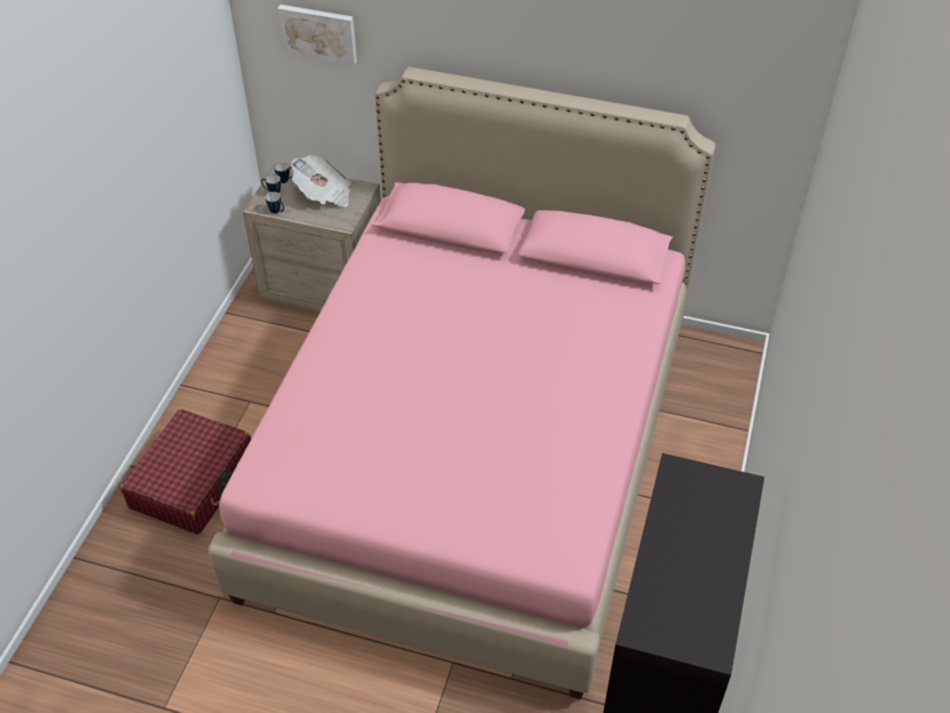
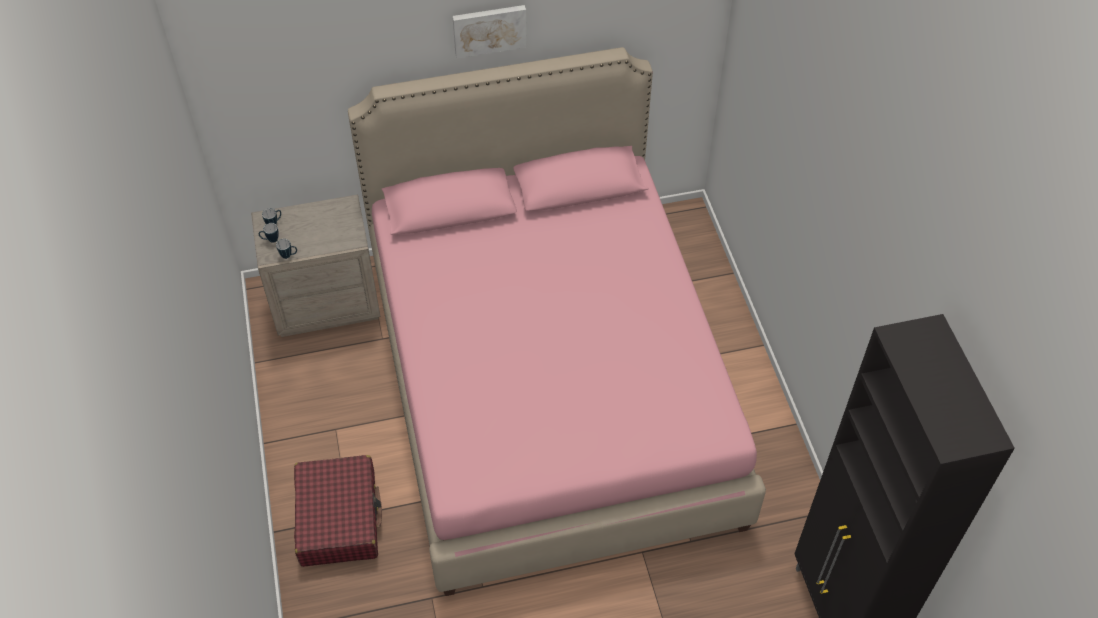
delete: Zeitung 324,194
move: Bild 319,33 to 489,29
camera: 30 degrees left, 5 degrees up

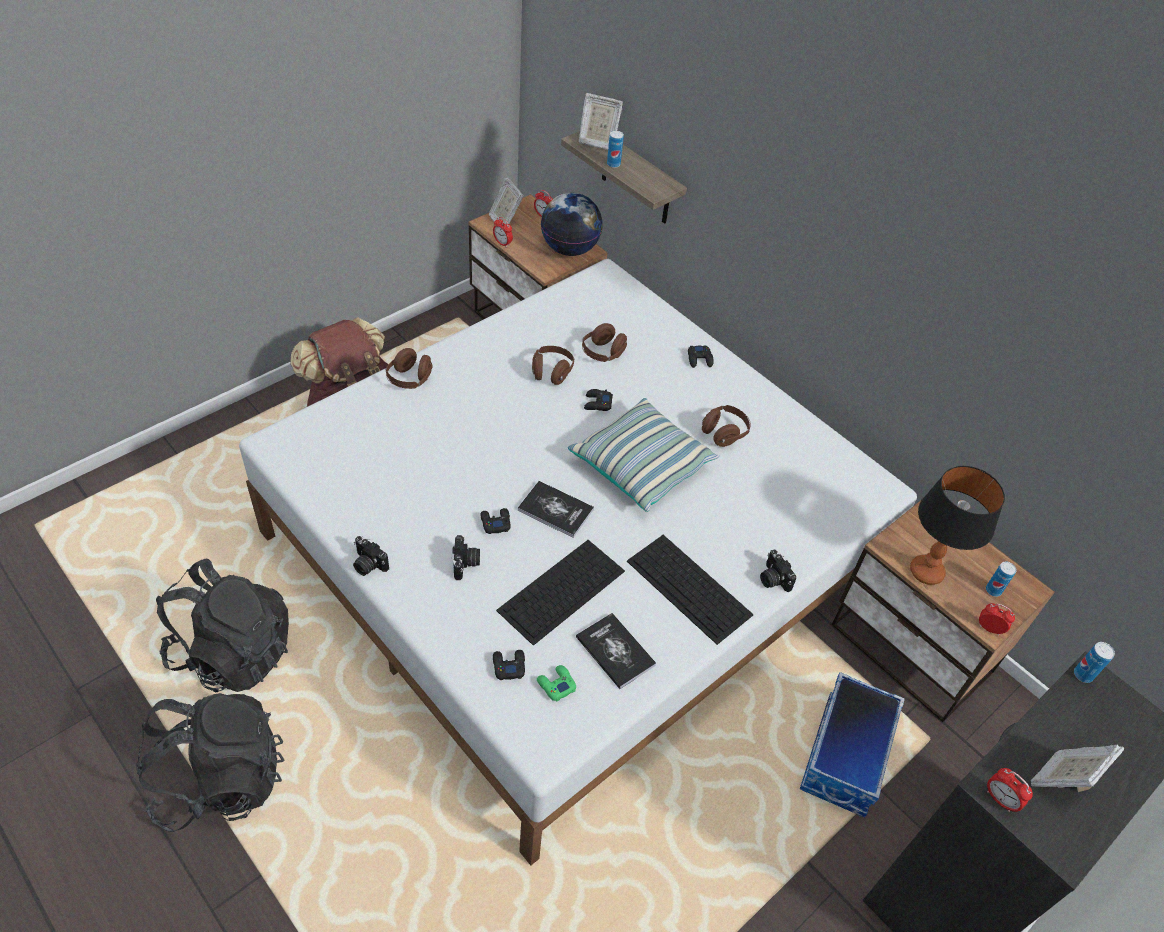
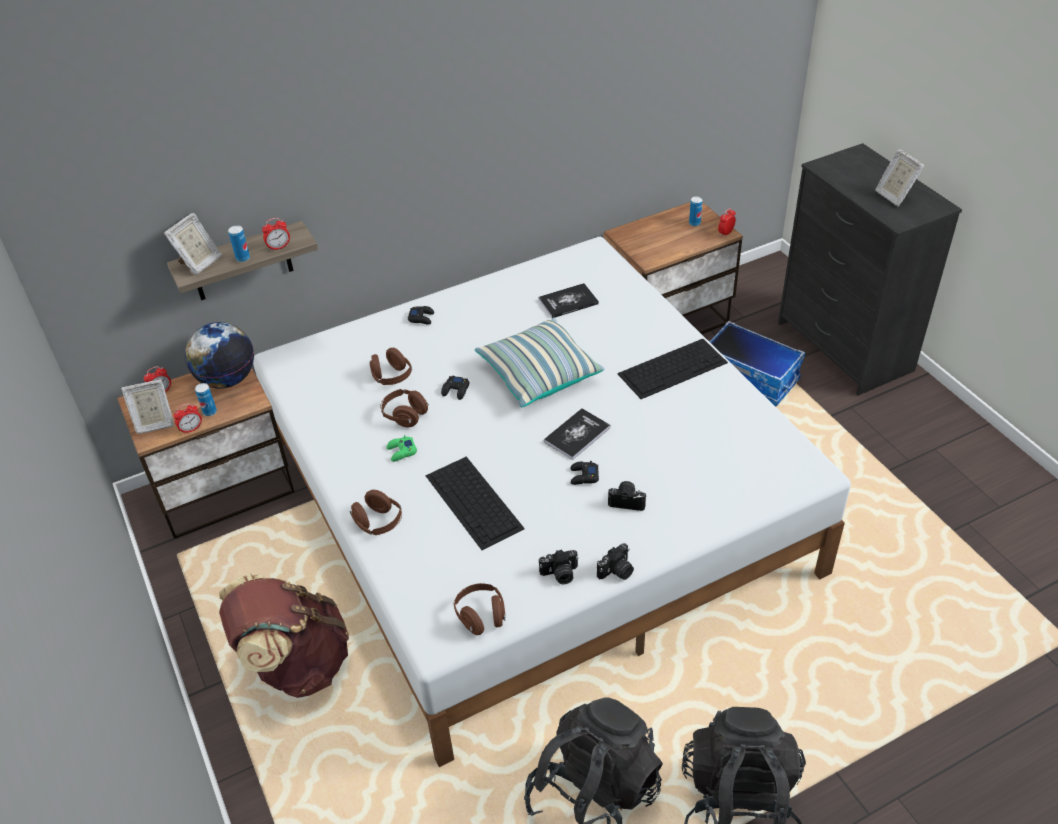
delete: Gamepad (schwarz) 508,666; Tischlampe 926,572
move: Dose 1083,675 to 210,412; Wecker 1000,799 to 279,247; Gamepad (grün) 556,685 to 401,452; Tastatur 561,591 to 474,502; Kopfhörer (braun) 724,433 to 481,616; Buch 615,651 to 568,302; Kamera 773,579 to 560,574
camera: 70 degrees left, 5 degrees down

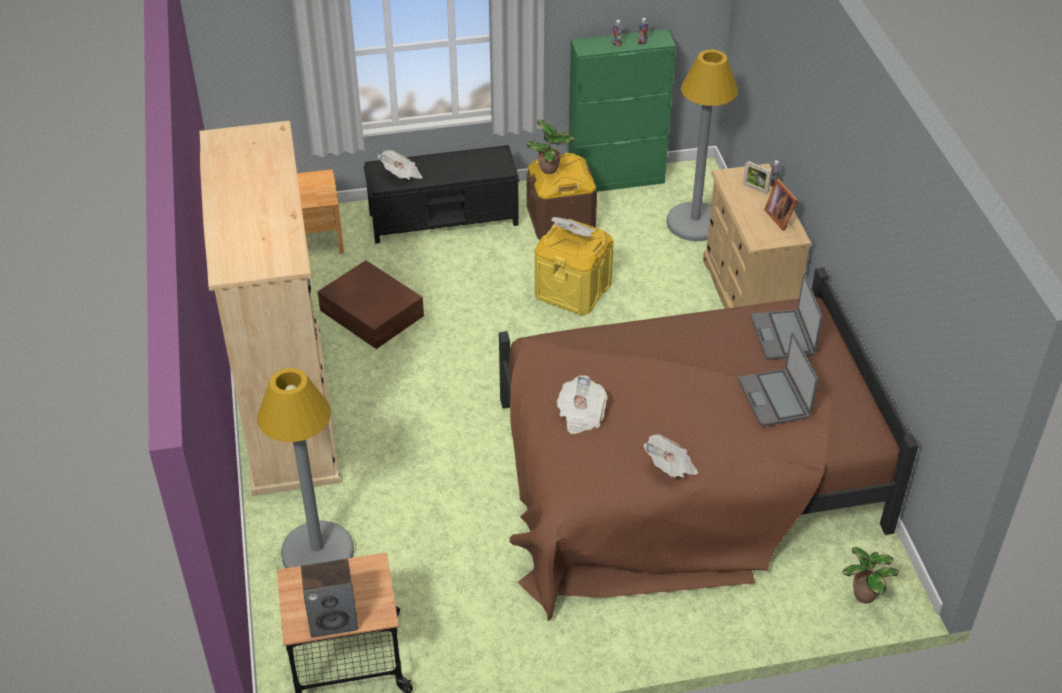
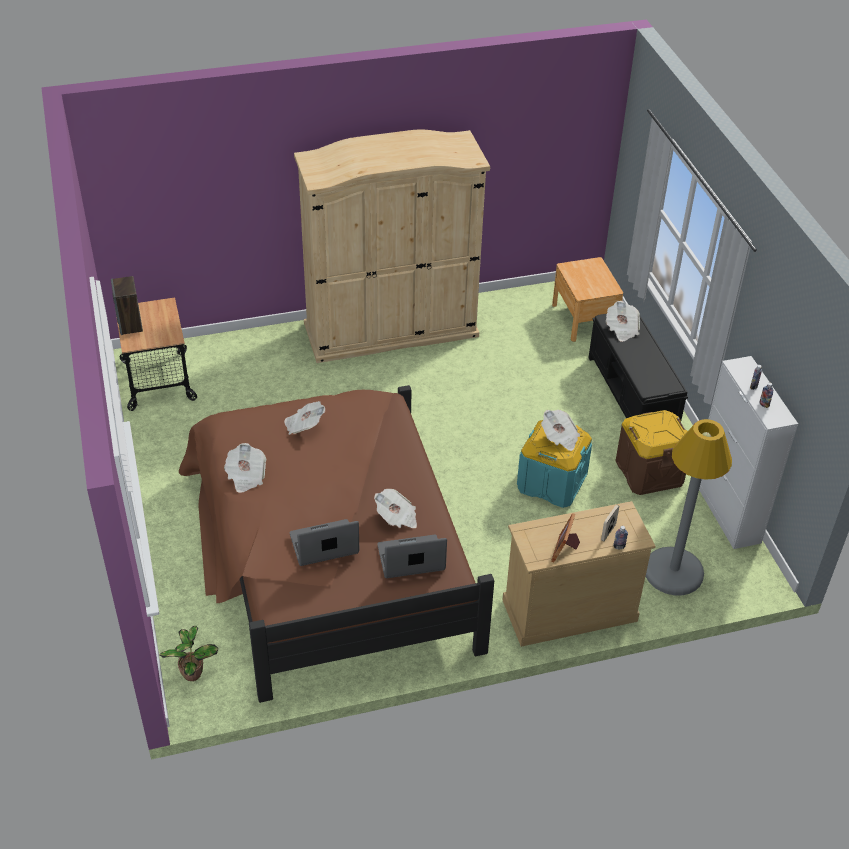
delete: Stehlampe (grau) 318,552; Aufbewahrungsbox (braun) 371,312; Topfpflanze 550,169
insert: Zeitung 397,518
recolor: Aufbewahrungsbox (gelb) 573,290 to Aufbewahrungsbox (türkis) 552,482; Schrank (grün) 616,180 to Schrank (weiß) 726,511
rotate: Bilderrahmen 780,217 = 565,549 45 degrees counterclockwise
camera: 85 degrees right, 0 degrees up

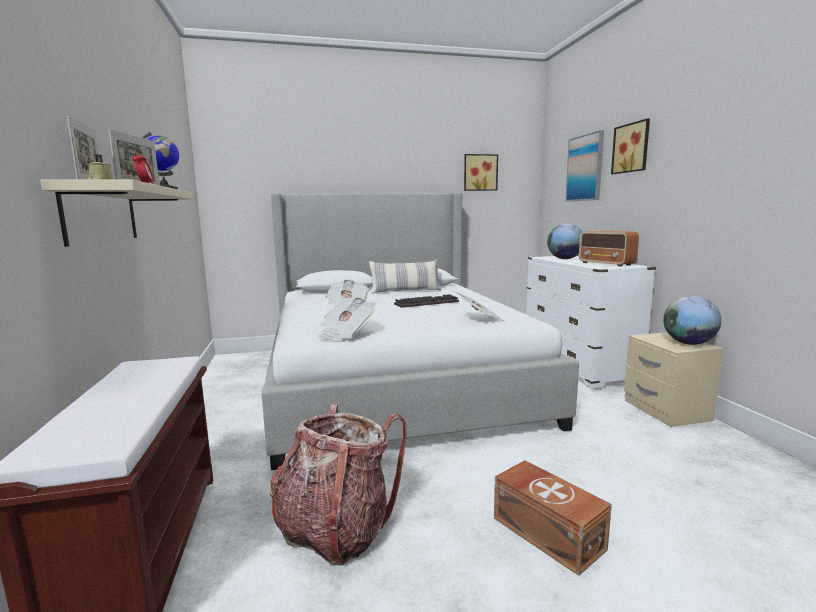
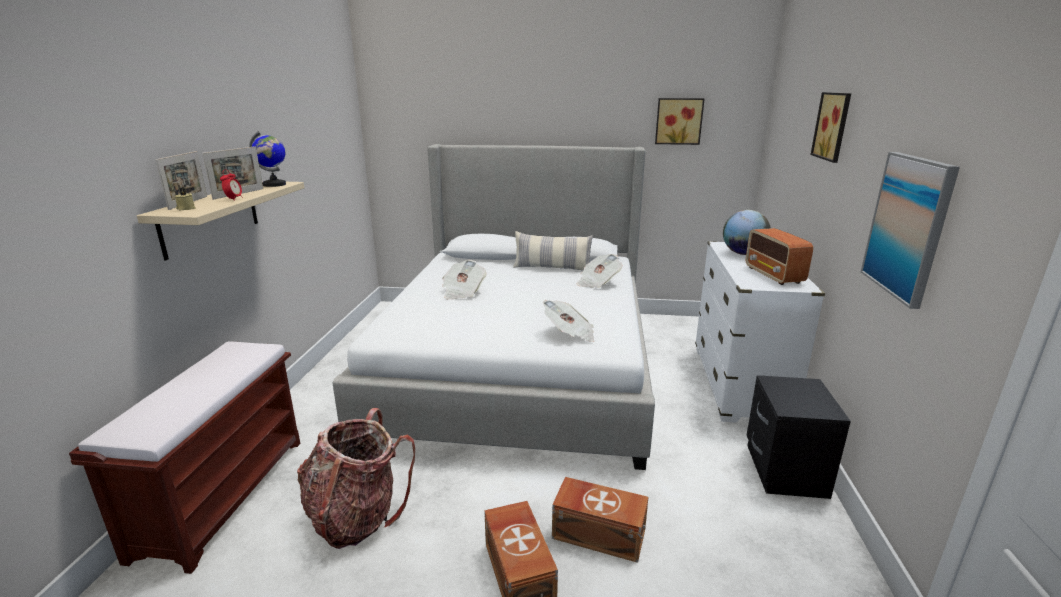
delete: Tastatur 427,303; Globus 688,343
insert: Aufbewahrungsbox (braun) 597,533
move: Zeitung 345,334 to 597,282; Bild 585,168 to 908,226
recolor: Nachttisch (beige) 665,410 to Nachttisch (schwarz) 783,470
camera: 20 degrees right, 10 degrees up

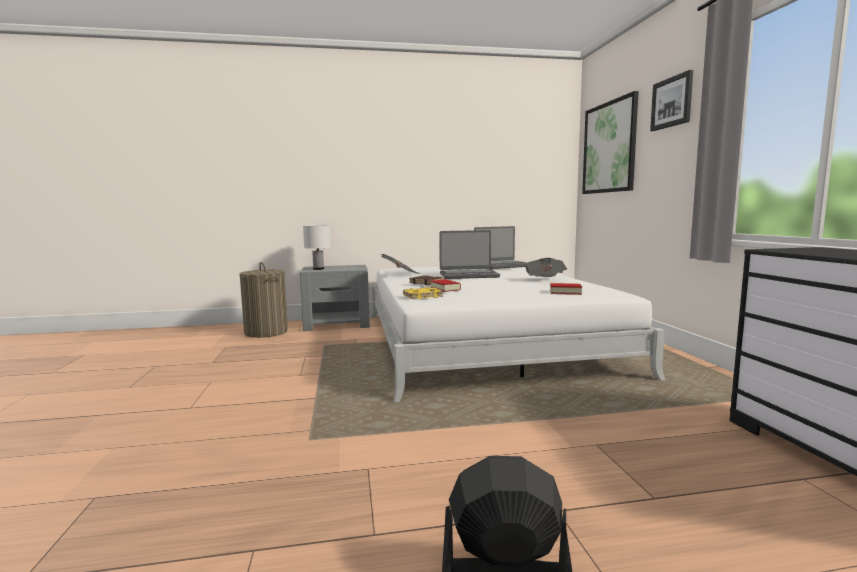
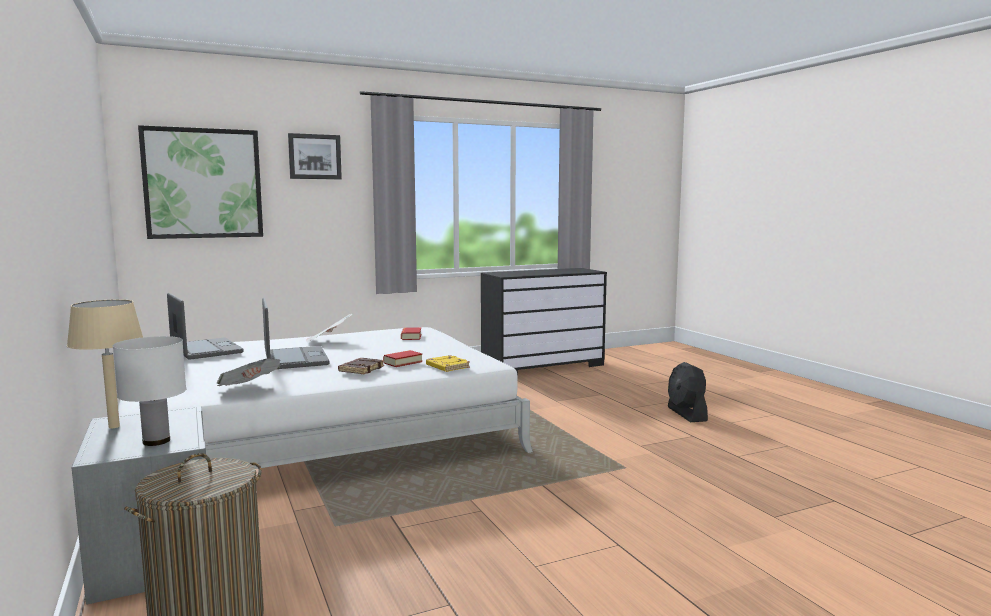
insert: Tischlampe (beige) 114,427
camera: 105 degrees left, 0 degrees up

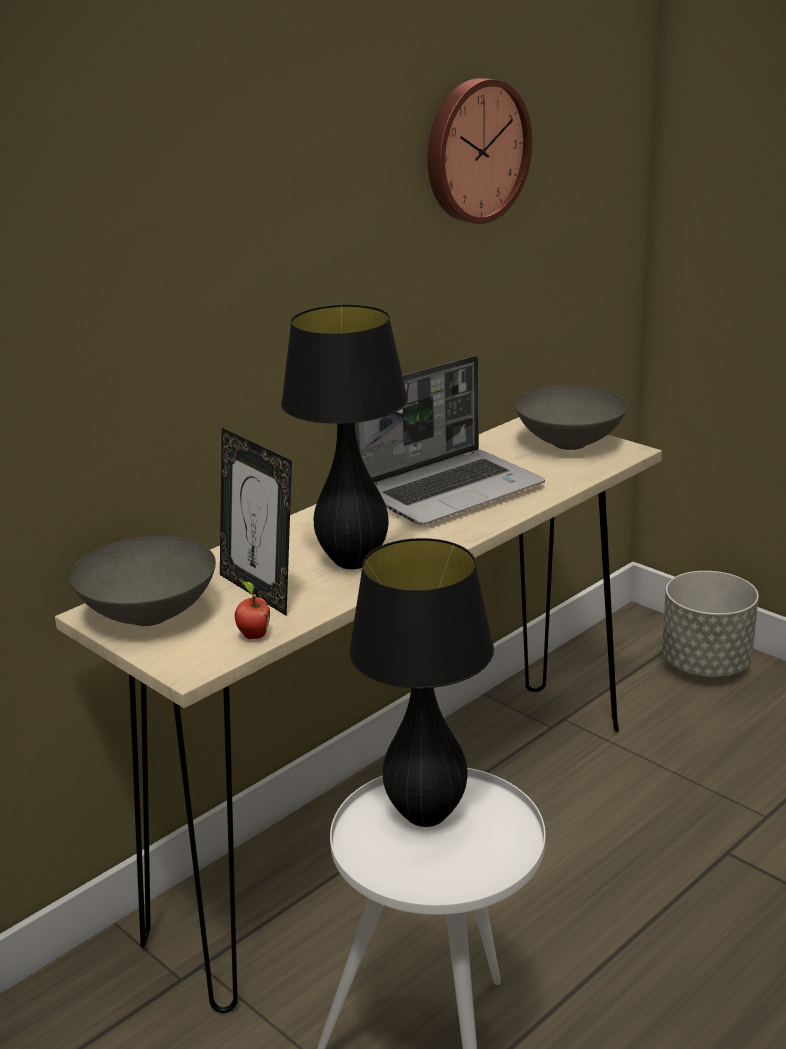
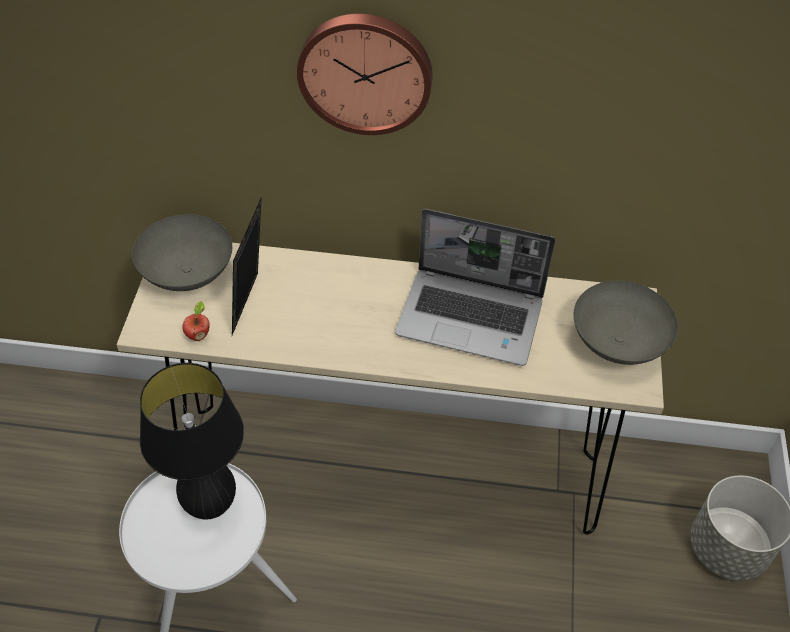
delete: Tischlampe (schwarz) 353,562
move: Wanduhr 474,151 to 366,72
camera: 50 degrees right, 25 degrees up

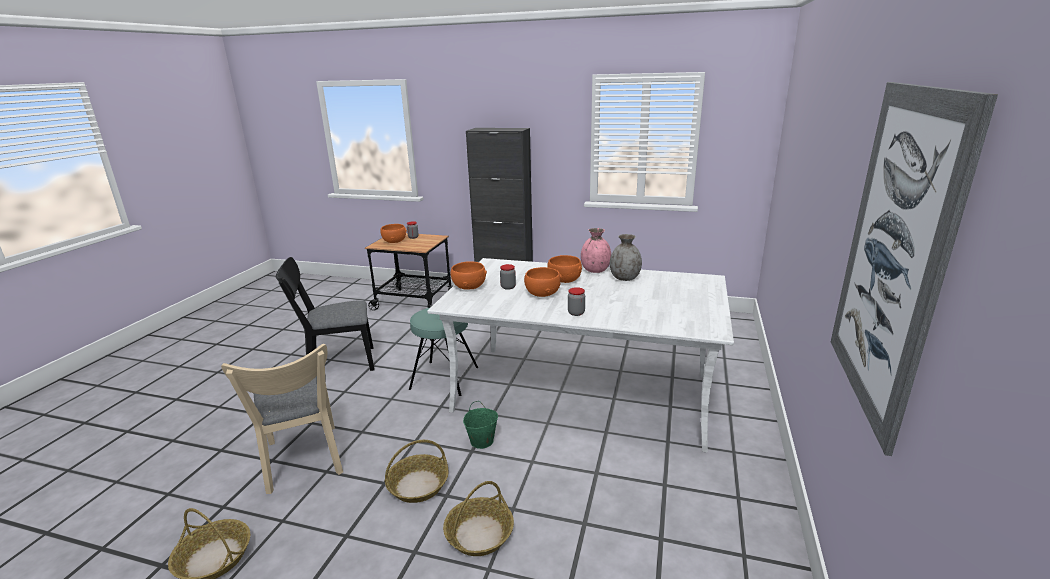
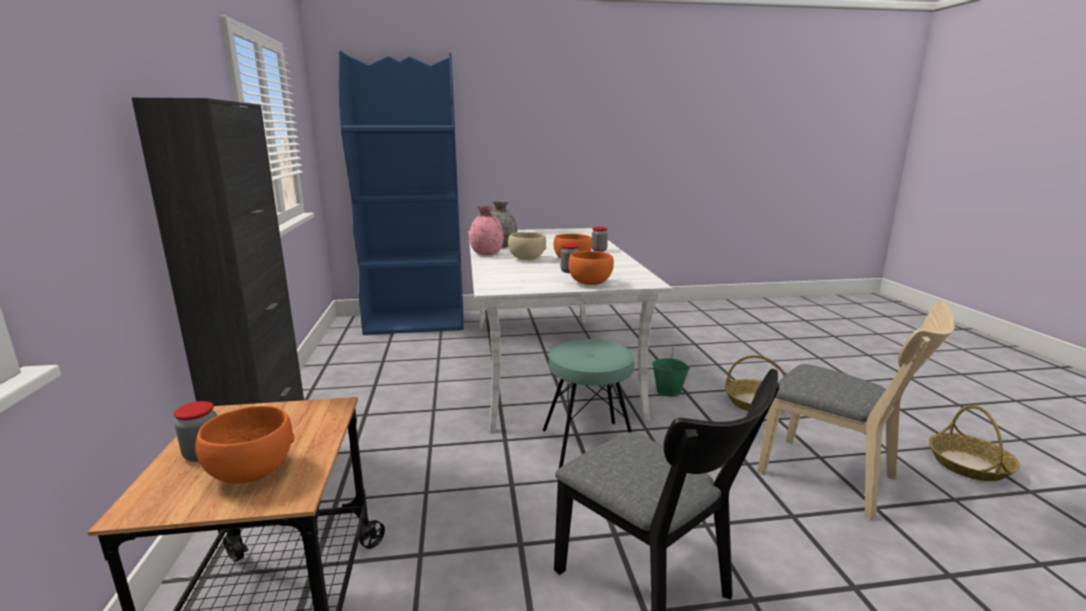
delete: Korb 479,534; Bild 892,255
insert: Bücherregal (blau) 416,322
recolor: Schüssel (orange) 564,280 to Schüssel (beige) 527,259
rotate: Stuhl (beige) 304,462 = 837,479 90 degrees clockwise
camera: 115 degrees left, 5 degrees down

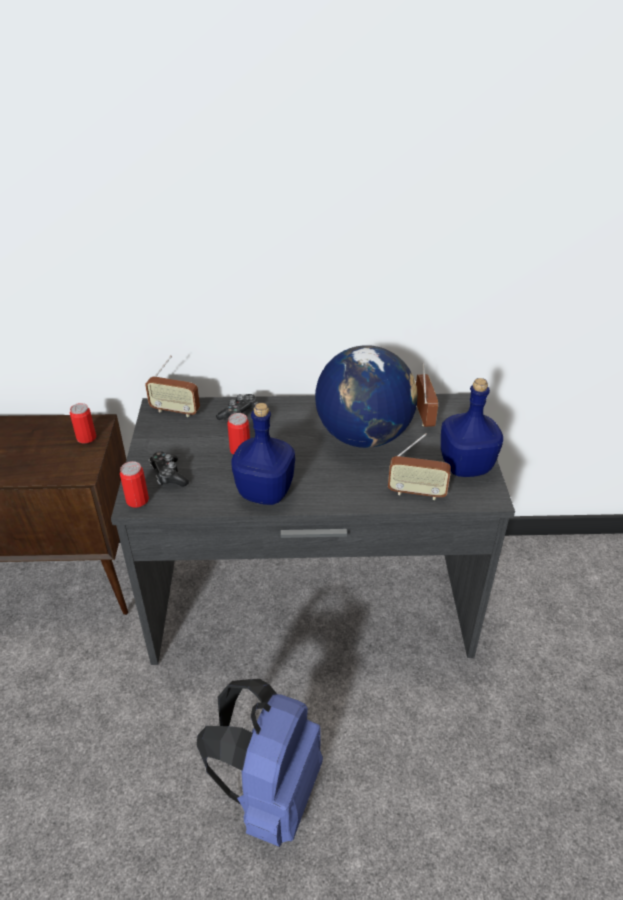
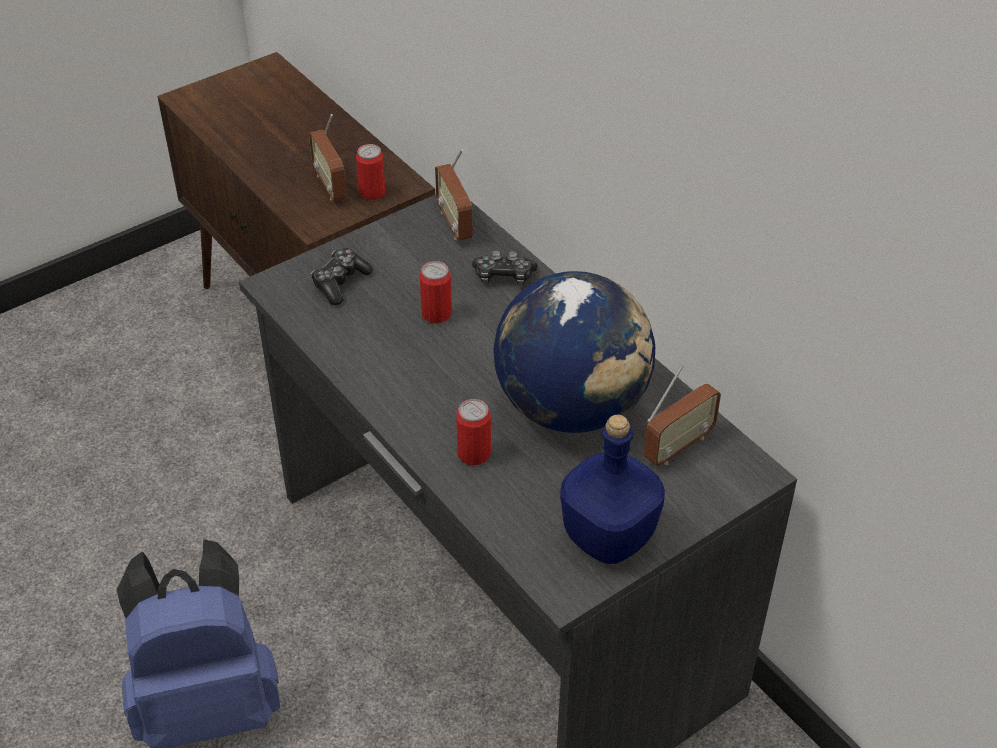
delete: Flasche (blau) 265,493
move: Radio 416,493 to 330,186; Dose 137,500 to 474,453
camera: 55 degrees right, 5 degrees up

